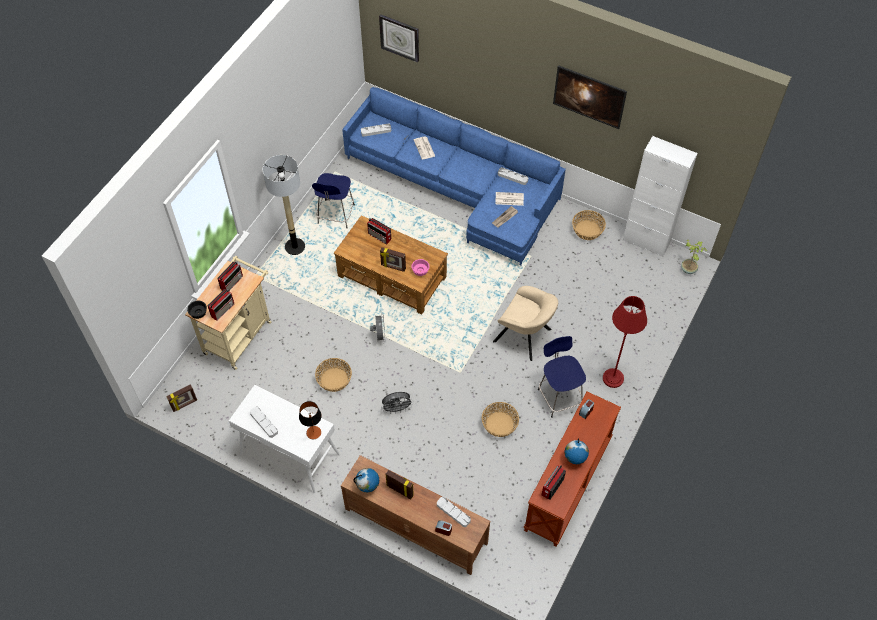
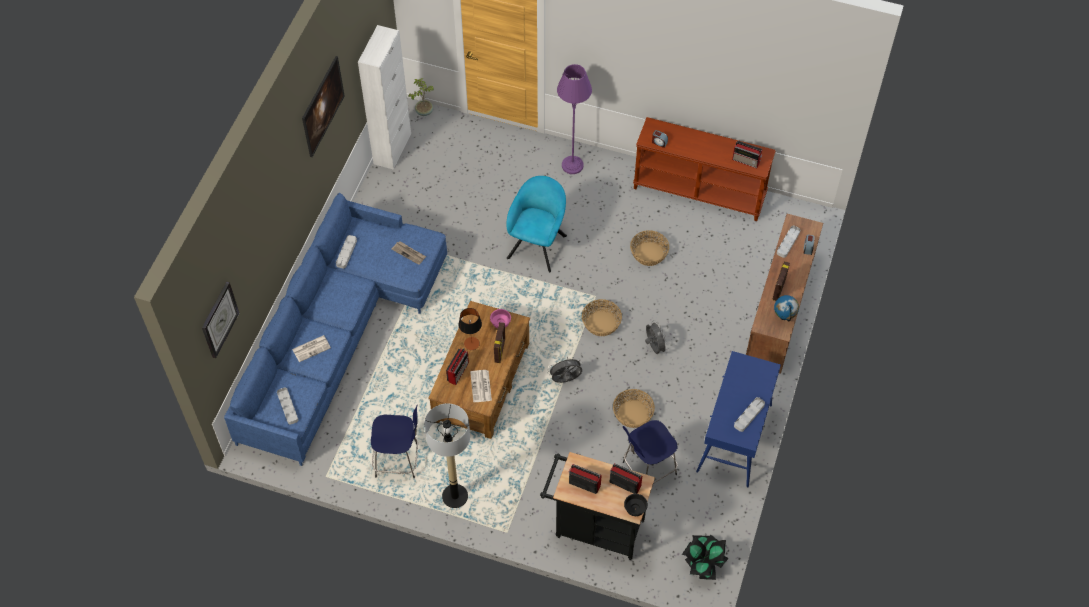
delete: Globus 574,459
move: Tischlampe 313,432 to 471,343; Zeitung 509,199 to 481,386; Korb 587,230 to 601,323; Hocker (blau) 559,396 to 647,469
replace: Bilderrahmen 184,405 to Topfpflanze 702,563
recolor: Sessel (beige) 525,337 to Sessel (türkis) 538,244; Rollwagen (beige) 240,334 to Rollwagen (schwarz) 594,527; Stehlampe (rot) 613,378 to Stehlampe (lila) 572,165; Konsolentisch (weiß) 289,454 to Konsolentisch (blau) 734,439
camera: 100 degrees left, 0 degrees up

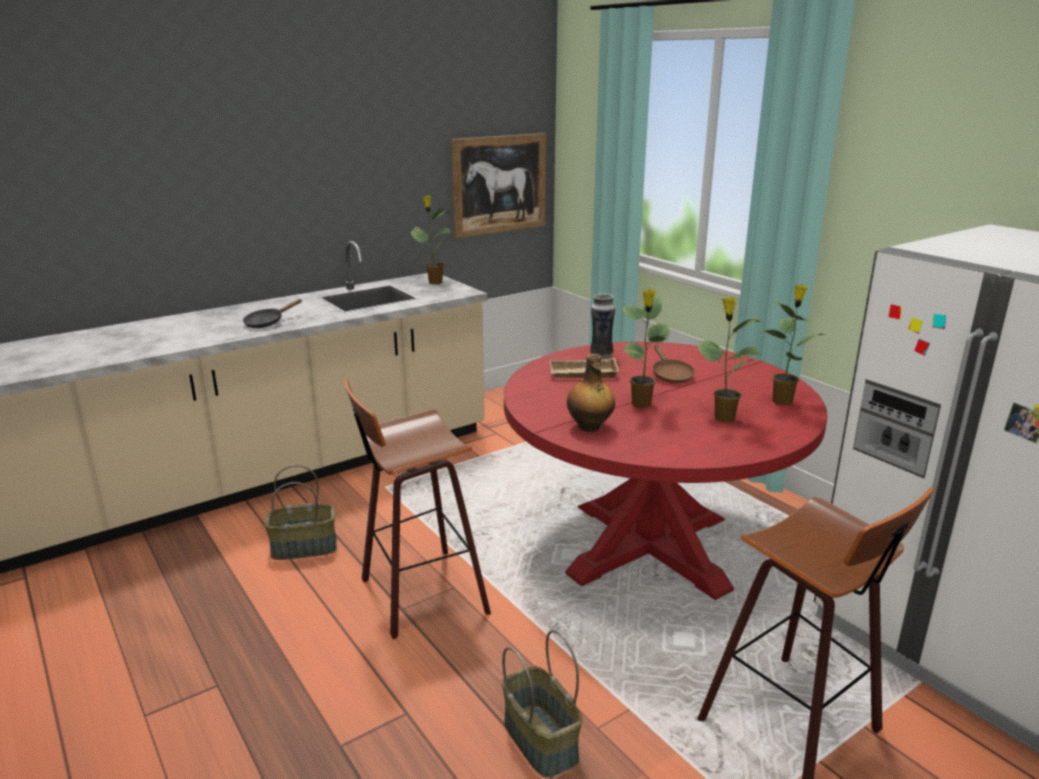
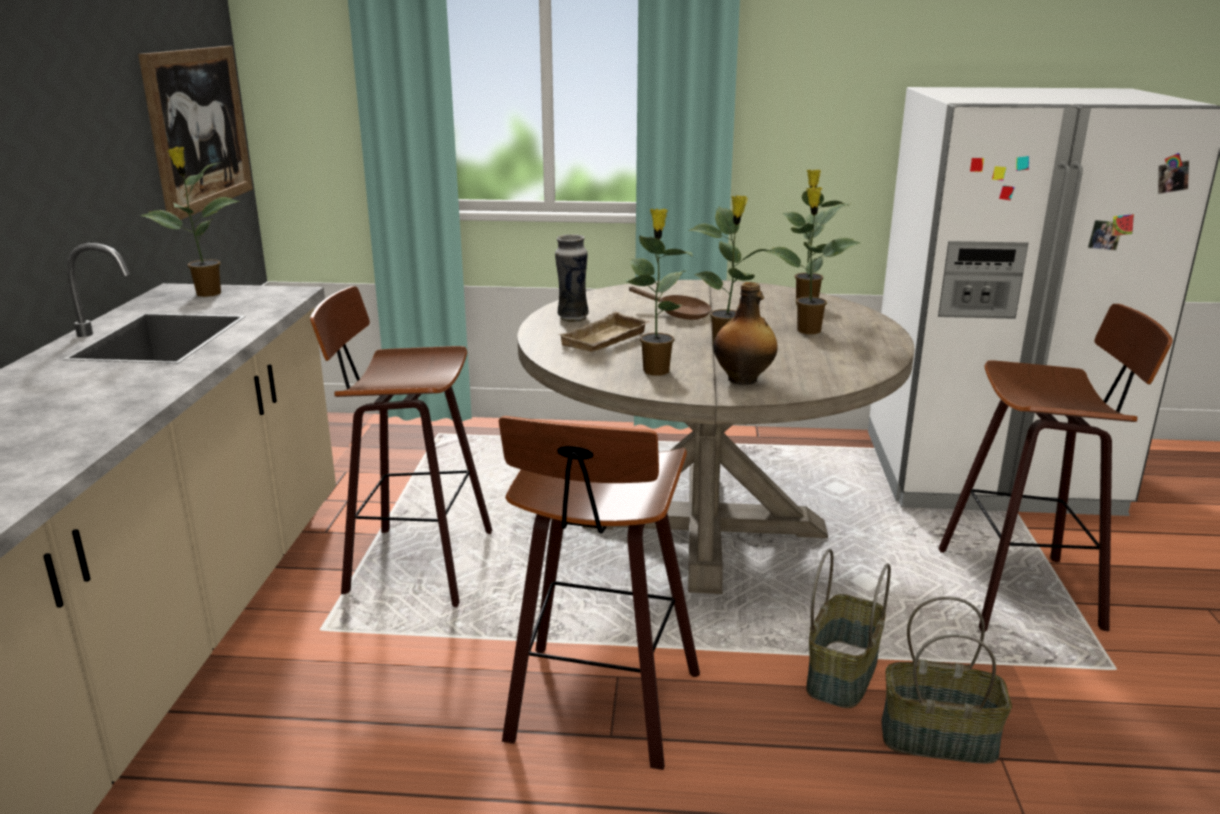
delete: Pfanne (schwarz) 267,323
insert: Hocker 414,563; Topfpflanze 656,370
move: Korb 305,547 to 840,673
recolor: Esstisch (rot) 649,546 to Esstisch (beige) 703,526
camera: 50 degrees left, 0 degrees up

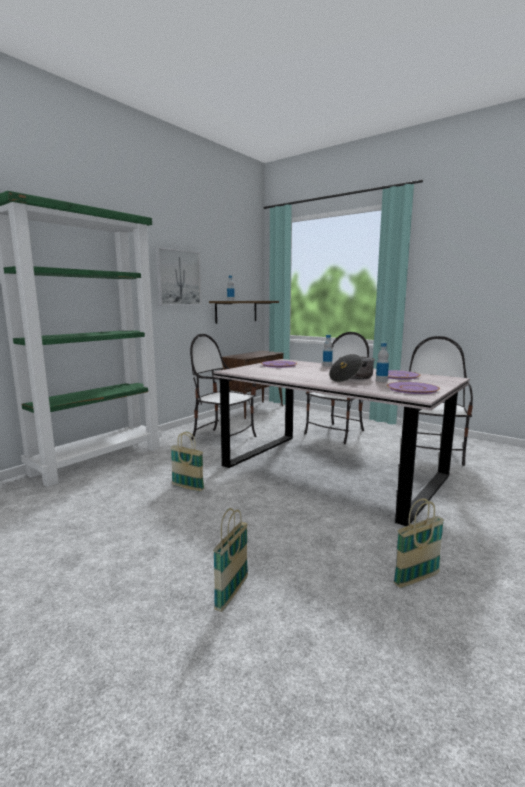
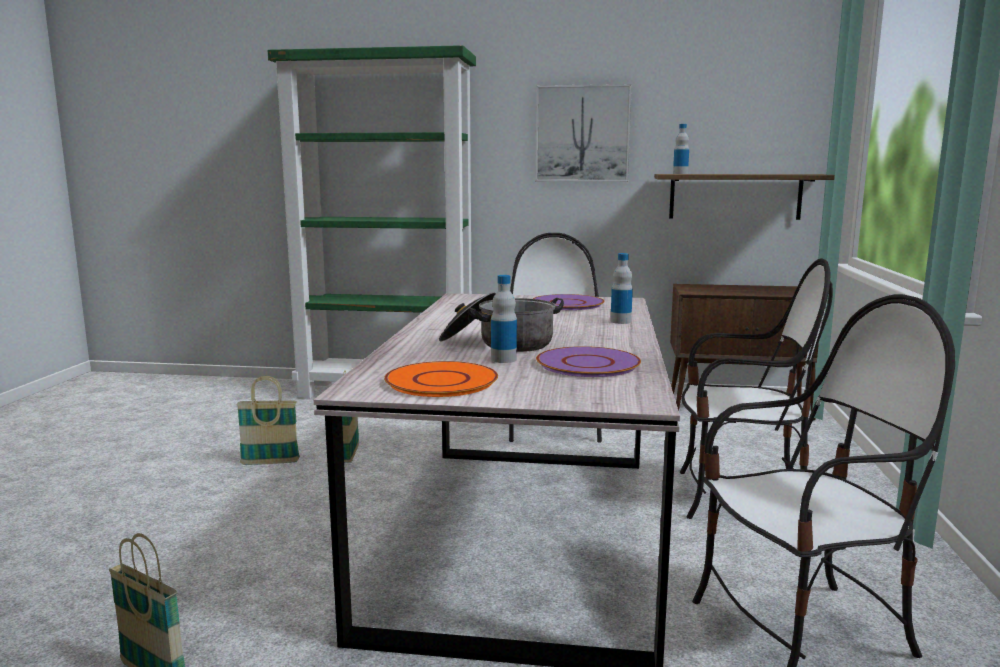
move: Korb 232,593 to 270,462
recolor: Teller (lila) 412,389 to Teller (orange) 442,381
camera: 60 degrees right, 0 degrees up

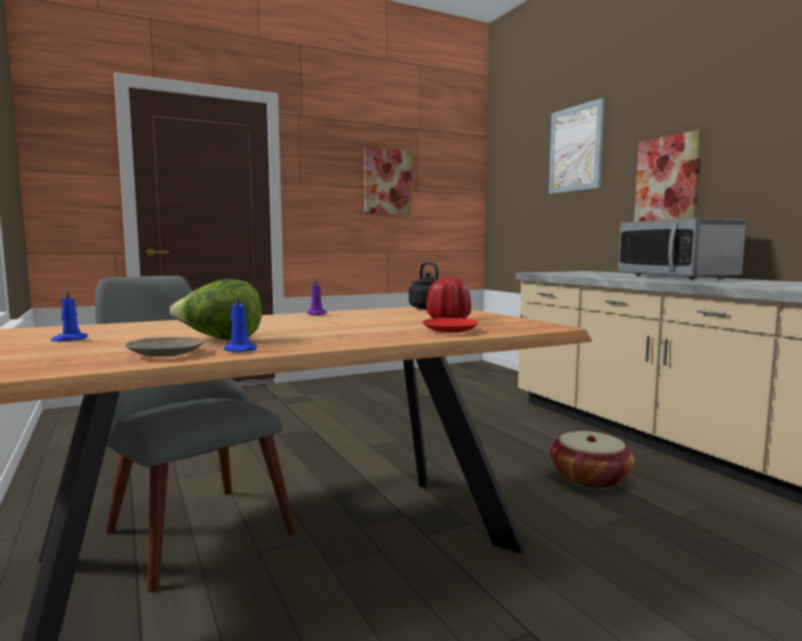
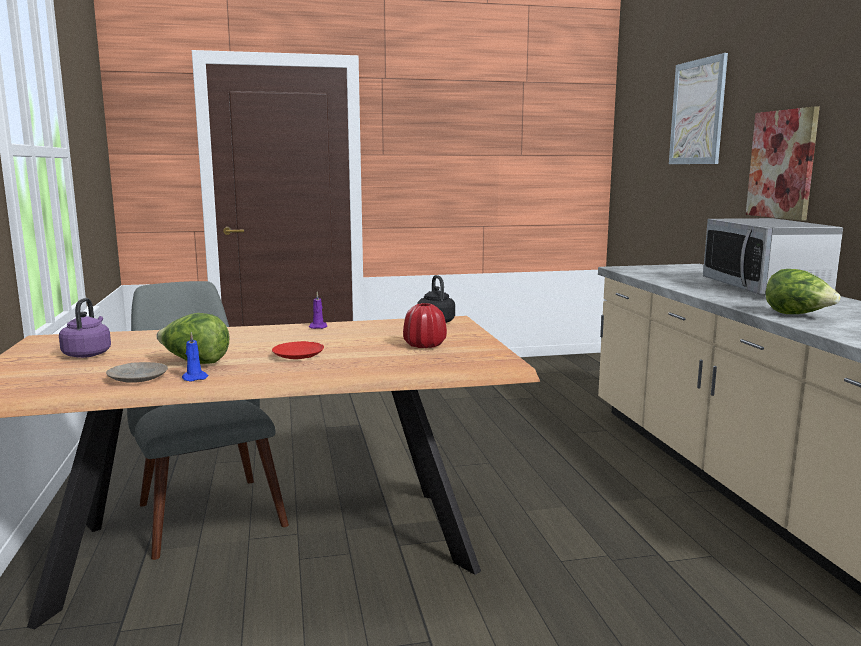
delete: Bild 387,182; Korb 590,478
insert: Salatkopf 797,315
move: Teller (rot) 450,331 to 299,356
replace: Kerze (blau) 69,340 to Wasserkessel (lila) 88,354
camera: 15 degrees right, 5 degrees up

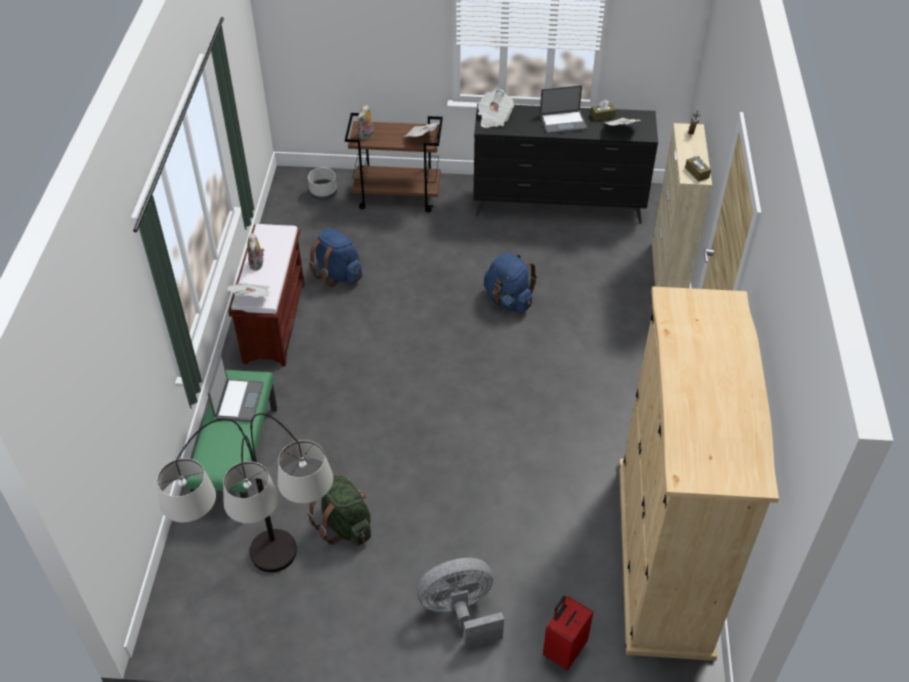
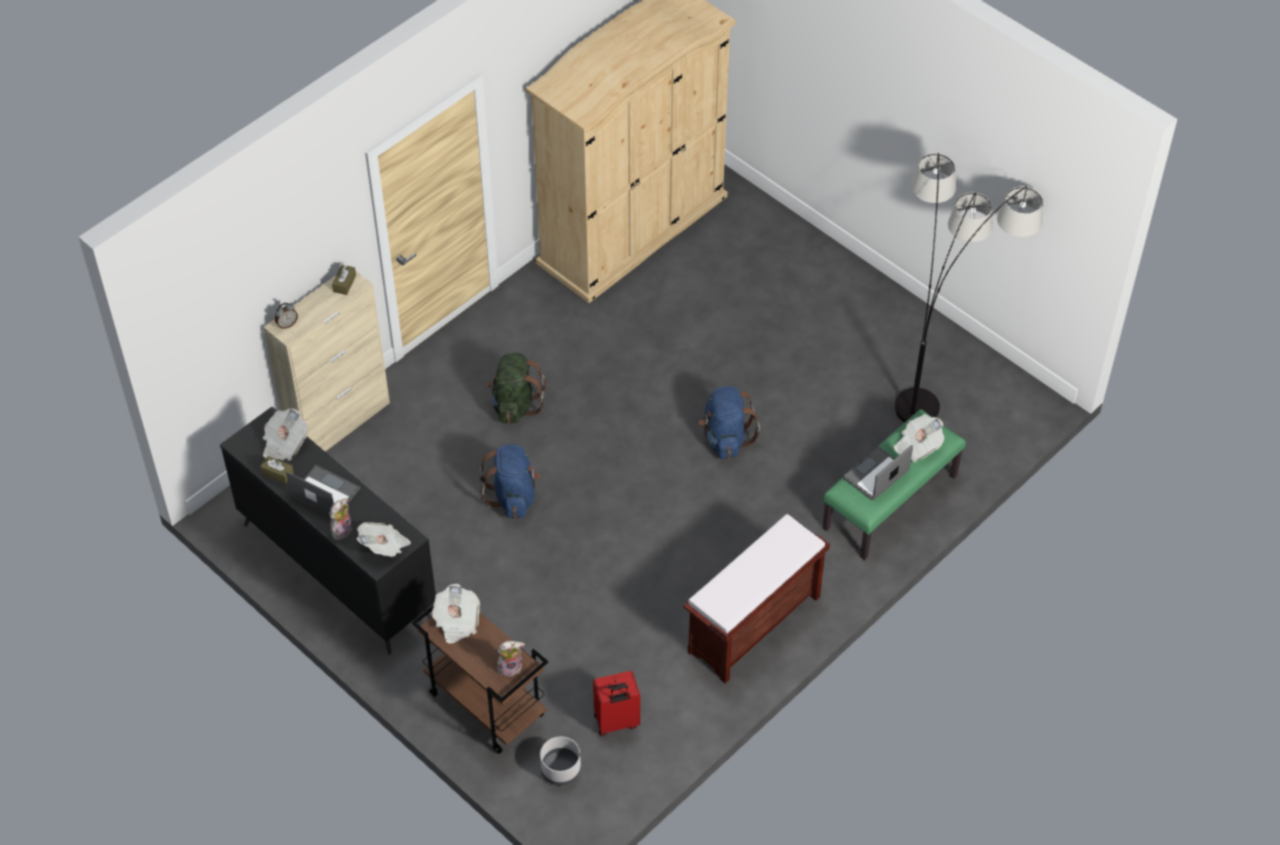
delete: Ventilator (grau) 460,613
move: Plüschtier 257,264 to 341,529; Rucksack (grün) 345,525 to 515,405; Koffer (rot) 564,649 to 616,722; Rucksack (blau) 338,274 to 725,439; Zeitung 252,298 to 917,446
camera: 140 degrees left, 5 degrees up

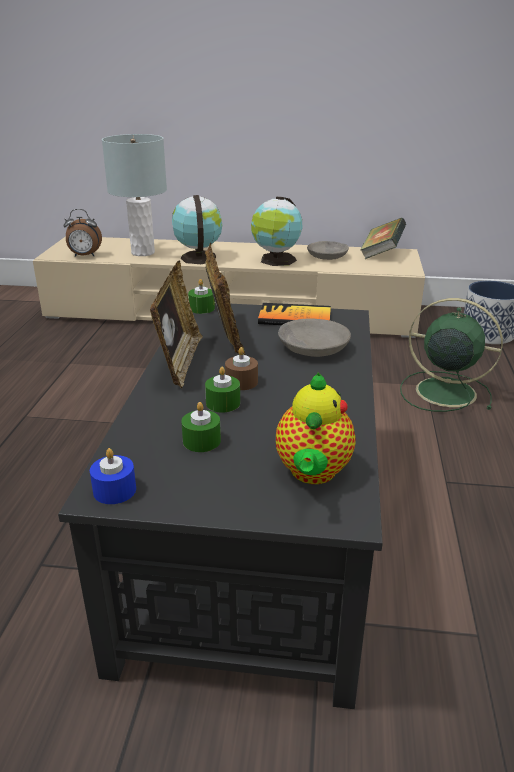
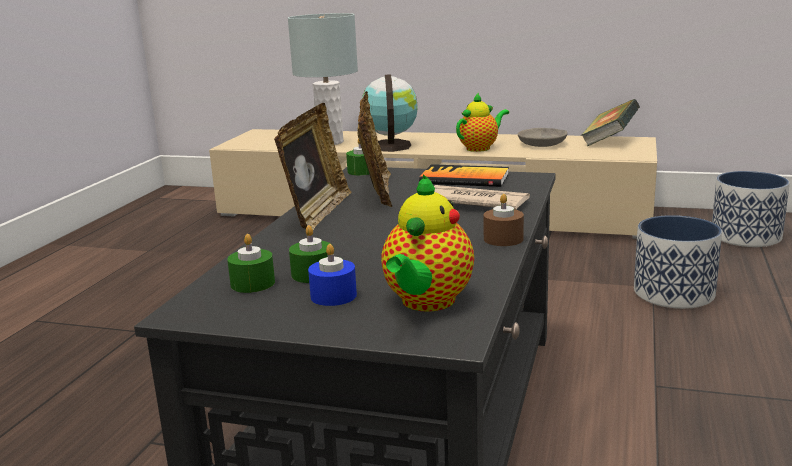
delete: Wecker 84,256
move: Kerze (grün) 223,403 to 253,283; Kerze (blau) 114,490 to 333,296; Kerze (braun) 241,382 to 503,239
replace: Schüssel (grau) 312,347 to Zeitung 473,202; Globus 276,260 to Teekanne 480,148; Ventilator (grün) 442,391 to Pflanzkübel 673,293
camera: 10 degrees right, 10 degrees down

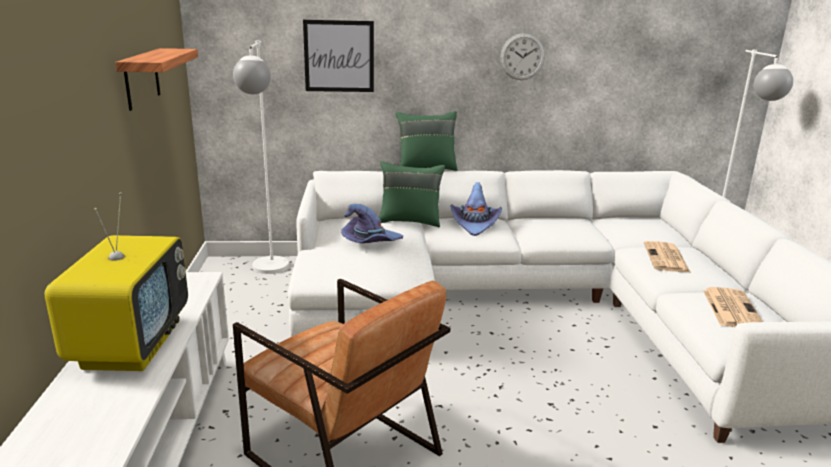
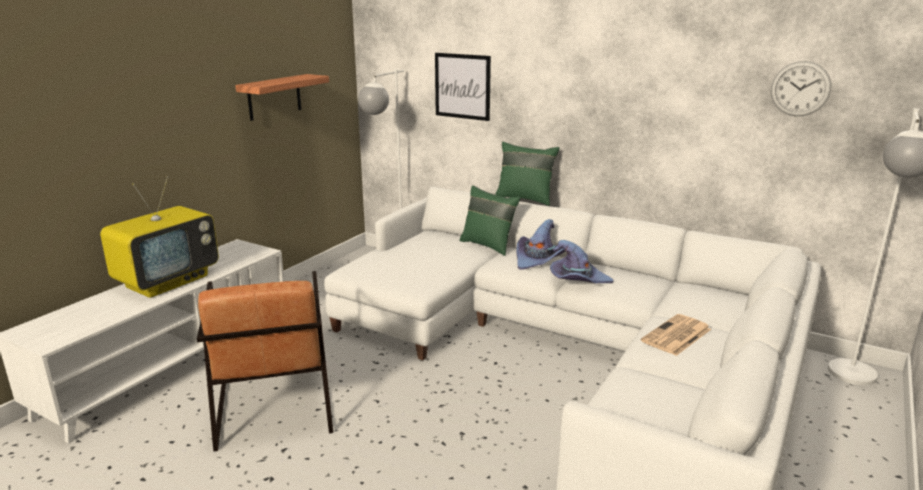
delete: Zeitung 731,308
move: Hut (lila) 370,242 to 577,279; Wanduhr 522,57 to 800,89
camera: 35 degrees right, 0 degrees up

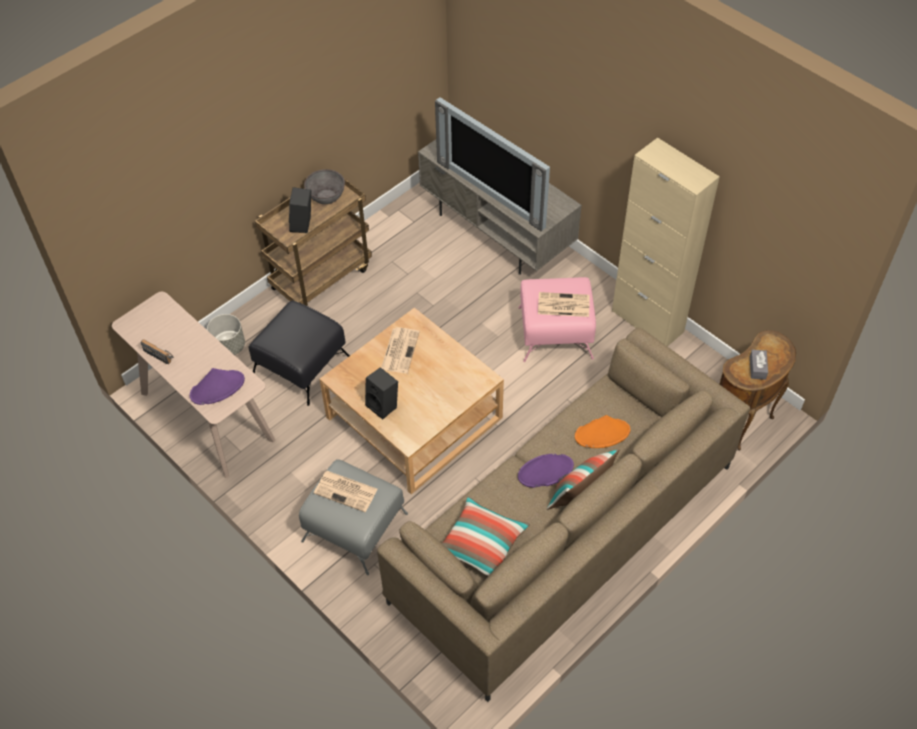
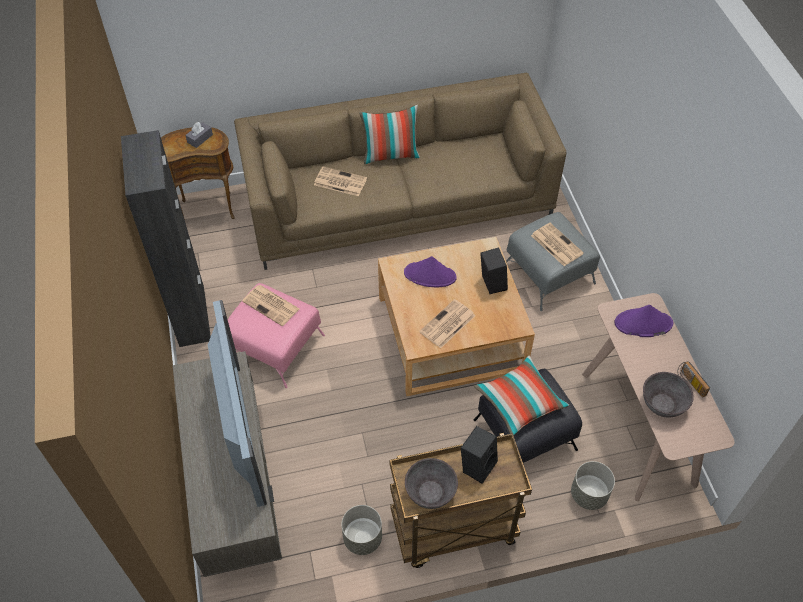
insert: Pflanzkübel (grau) 363,538; Schüssel (grau) 662,404
move: Hut (lila) 545,471 to 430,275; Kissen 481,545 to 519,402
replace: Hut (orange) 602,433 to Zeitung 339,182
recolor: Schrank (beige) 647,321 to Schrank (schwarz) 192,316
camera: 150 degrees left, 0 degrees up

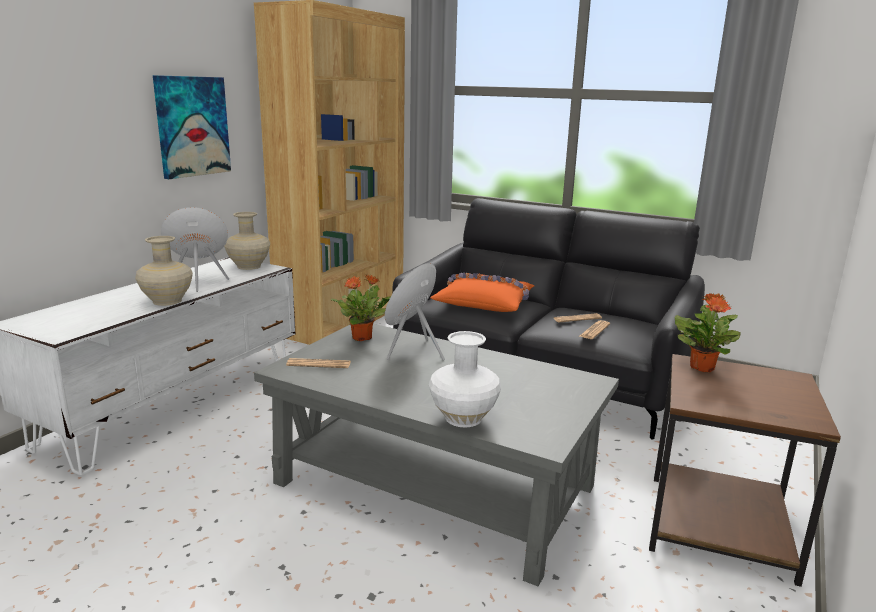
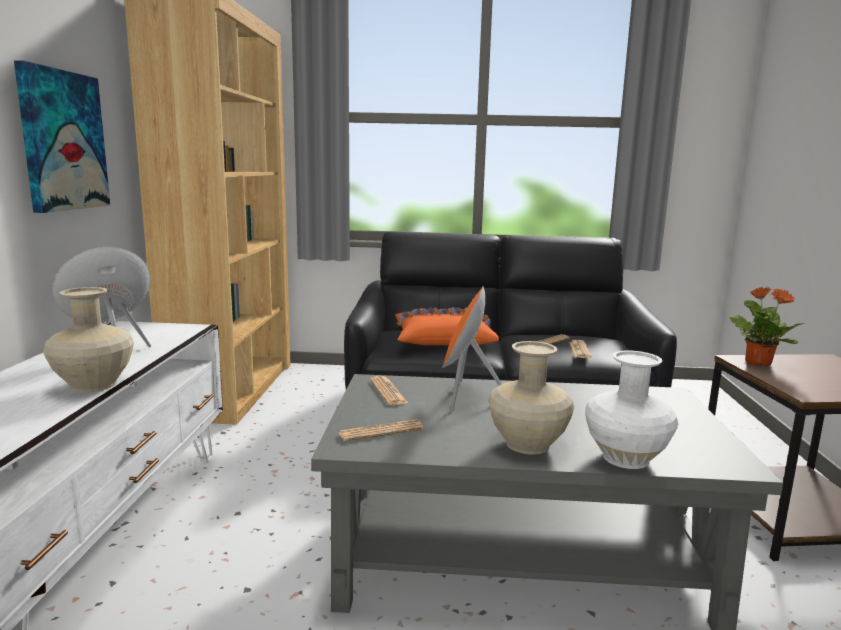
move: Vase (beige) 249,266 to 528,444
replace: Topfpflanze 363,337 to Zeitung 388,391
camera: 25 degrees left, 5 degrees down

